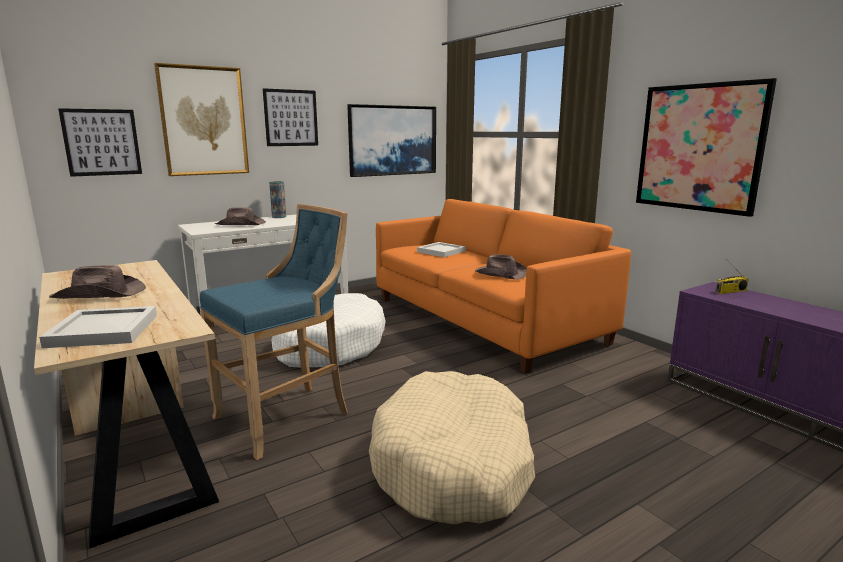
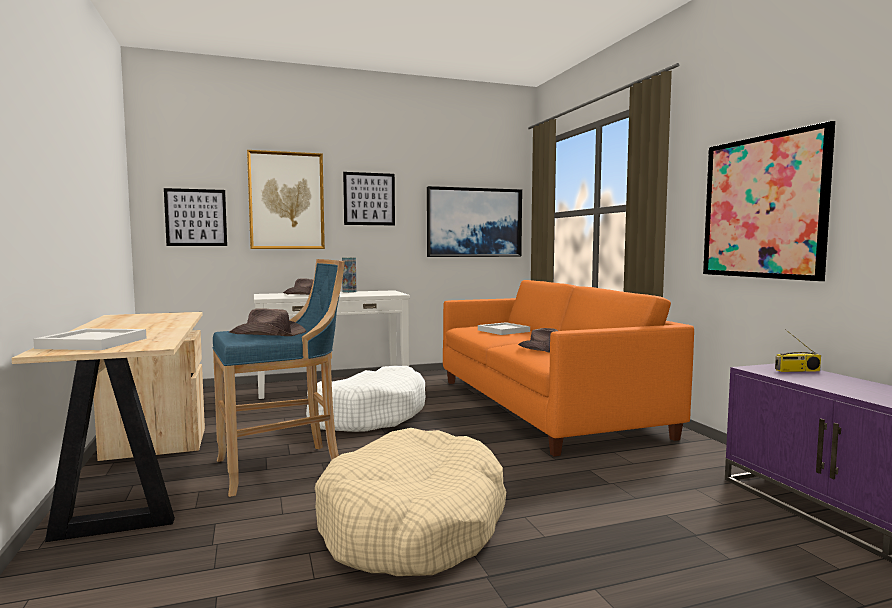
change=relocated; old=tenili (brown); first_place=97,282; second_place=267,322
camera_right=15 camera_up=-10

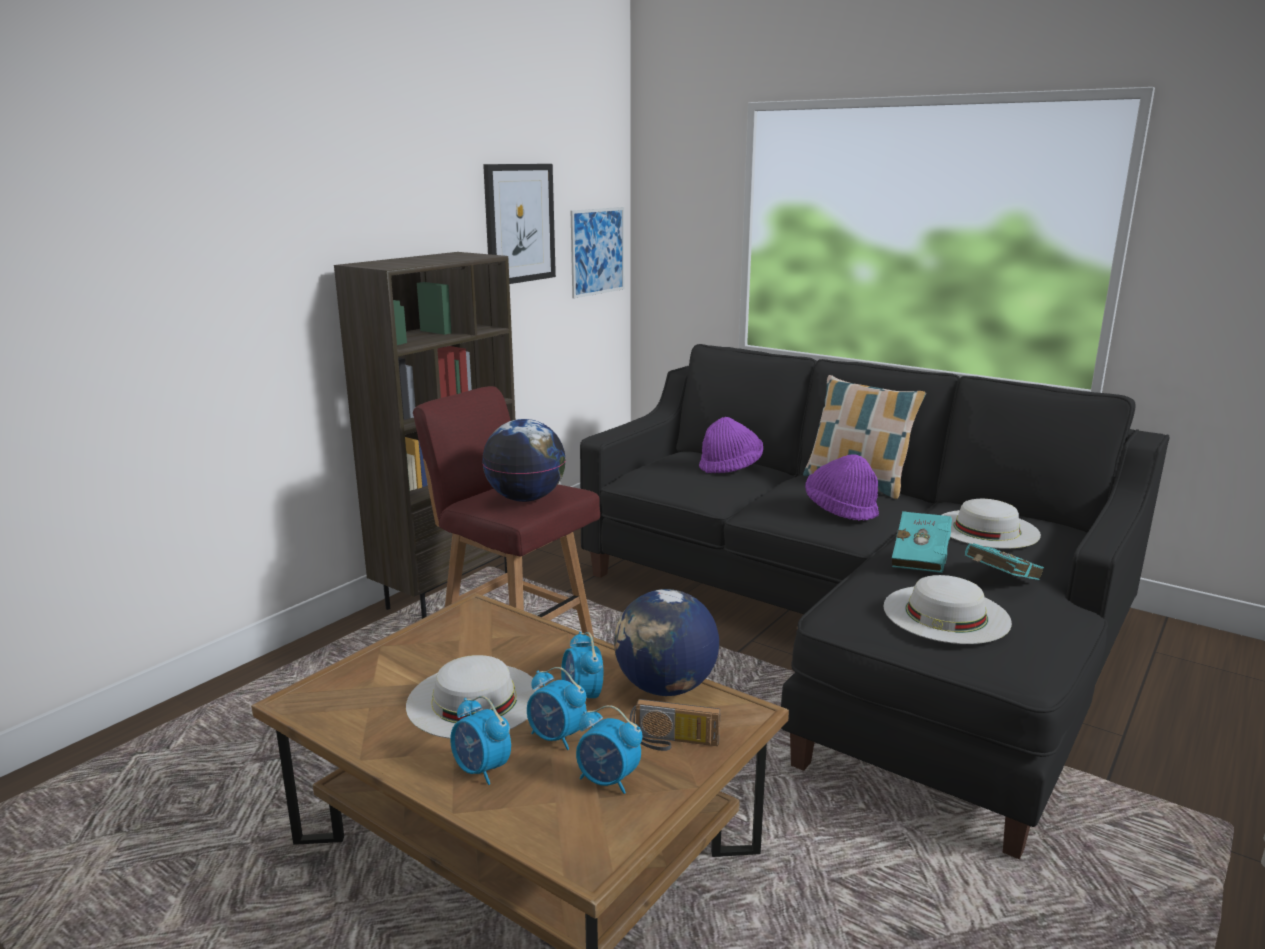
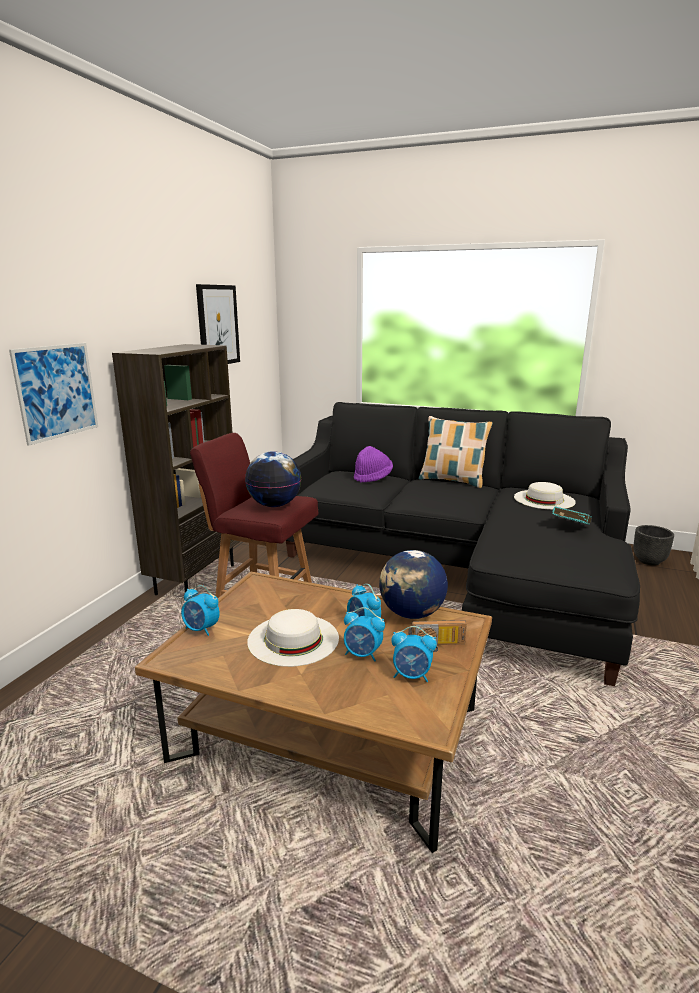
change=relocated; old=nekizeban; first_place=597,252; second_place=53,394
change=missing; old=tenili (purple); first_place=842,487
change=missing; old=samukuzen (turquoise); first_place=922,542
change=missing; old=tenili (white); first_place=948,609
change=relocated; old=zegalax; first_place=480,740; second_place=200,610
change=appeared; new=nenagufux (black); second_place=653,545
camera_right=-15 camera_up=0

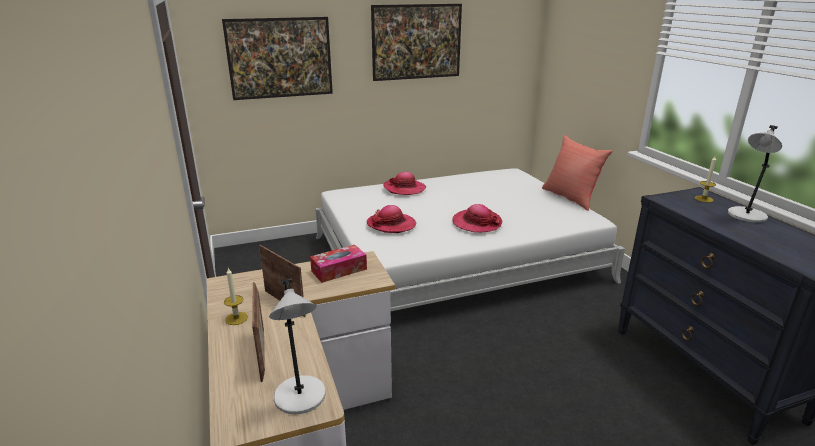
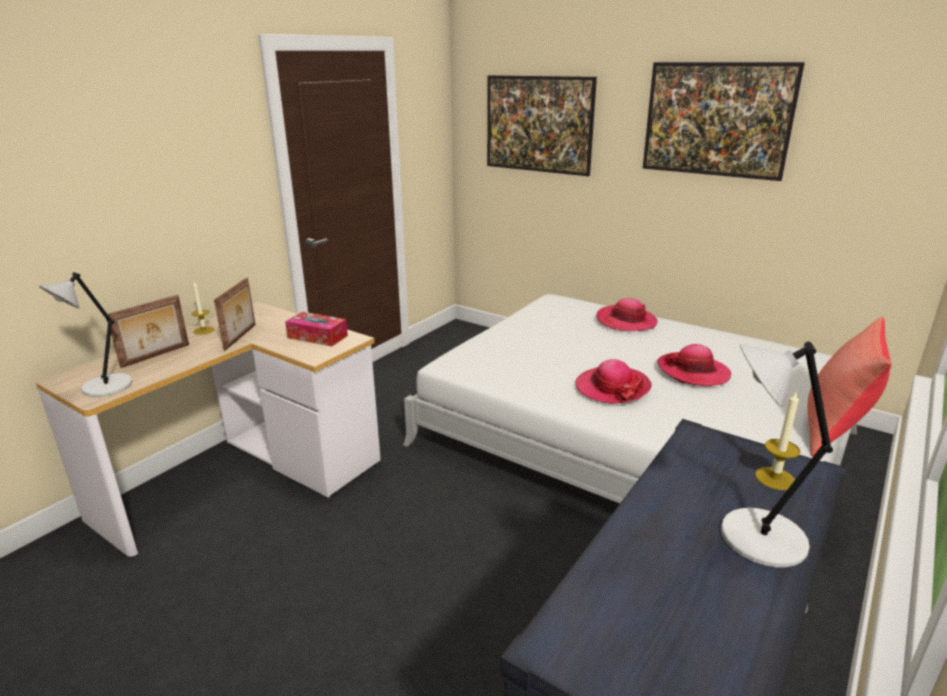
change=relocated; old=tenili; first_place=391,219; second_place=694,365
camera_right=55 camera_up=0

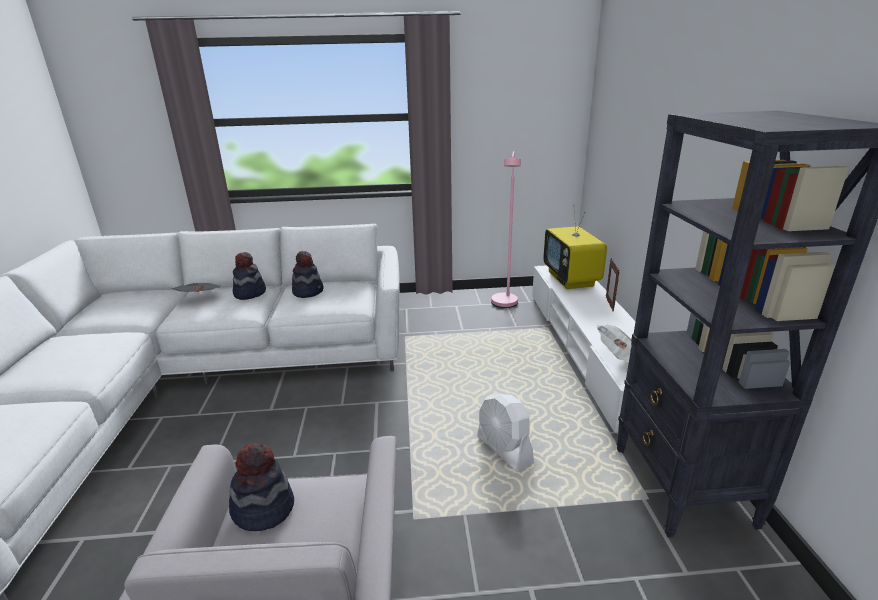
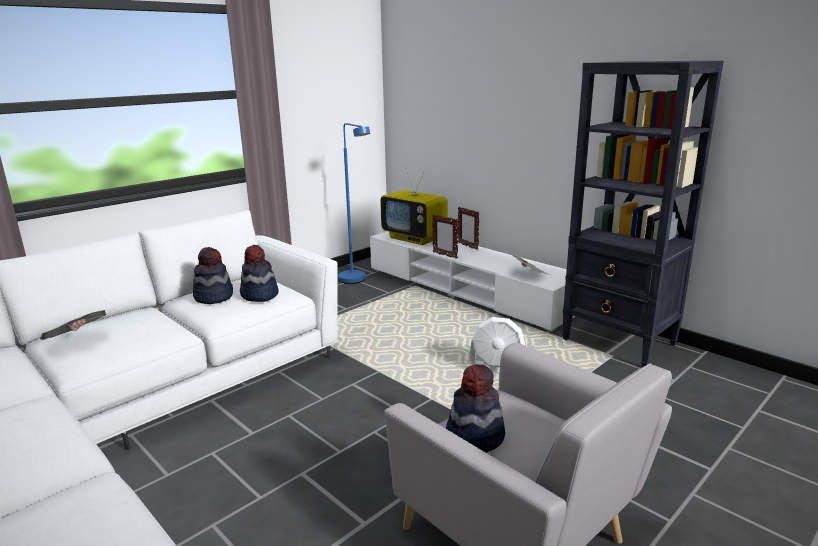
change=colour; old=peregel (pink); new=peregel (blue); first_place=506,229; second_place=354,203
change=relocated; old=tenili; first_place=249,276; second_place=259,273
change=appeared; new=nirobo; second_place=445,236
camera_right=-40 camera_up=-5

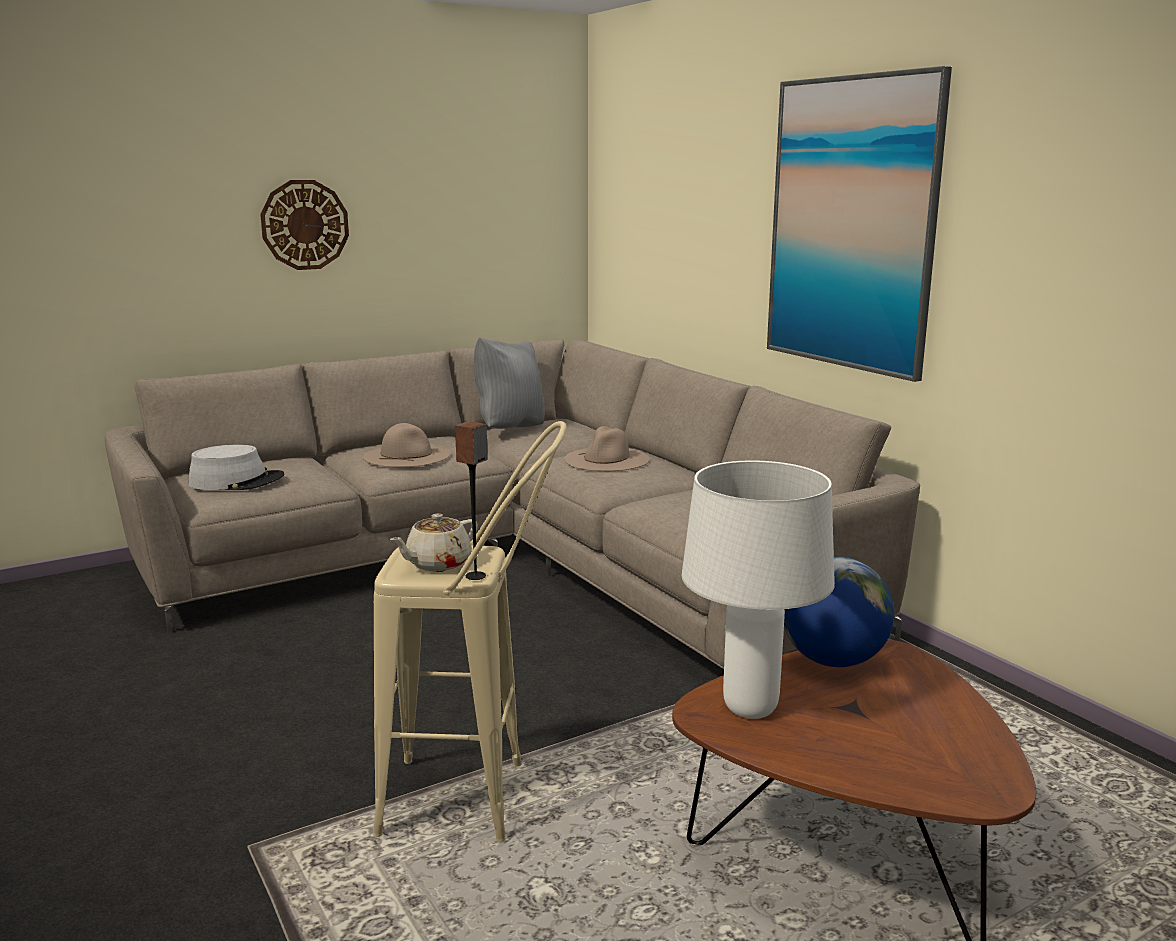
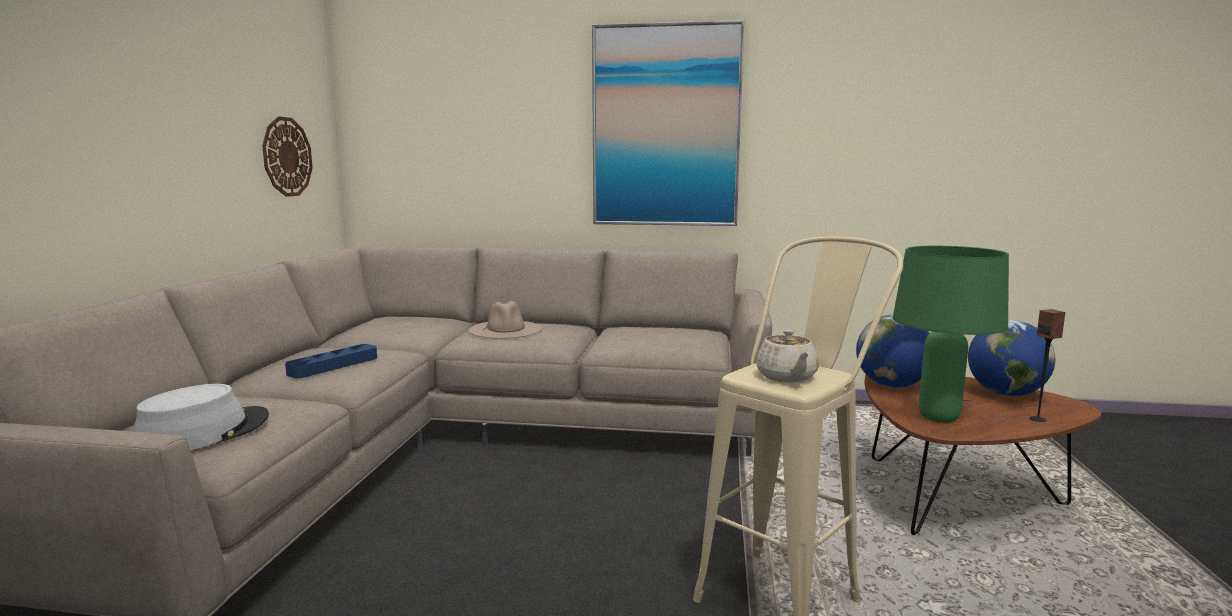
change=relocated; old=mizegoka; first_place=304,225; second_place=287,156
change=missing; old=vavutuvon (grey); first_place=509,383
change=relocated; old=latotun; first_place=471,500; second_place=1048,365
change=exchanged; old=tenili (beige); new=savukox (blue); first_place=406,445; second_place=331,361
change=colour; old=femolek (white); new=femolek (green); first_place=758,589; second_place=951,334
change=appeared; new=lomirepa; second_place=1011,358
camera_right=-50 camera_up=-5

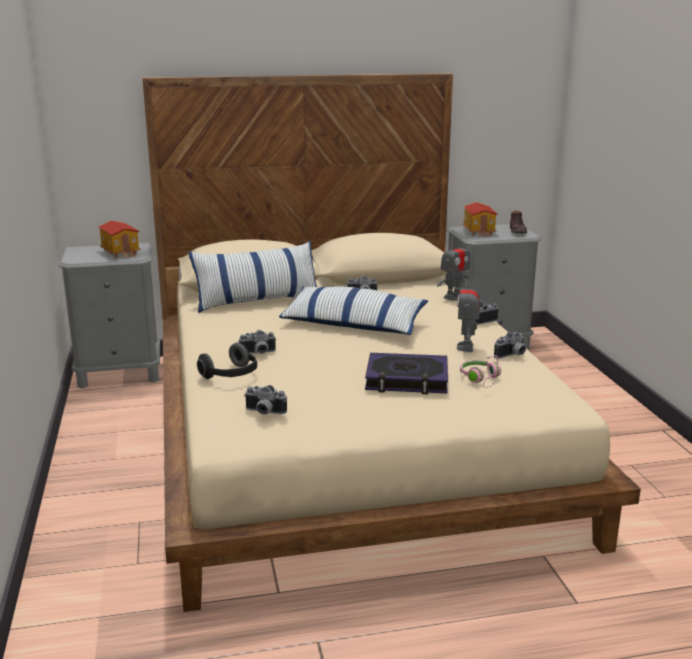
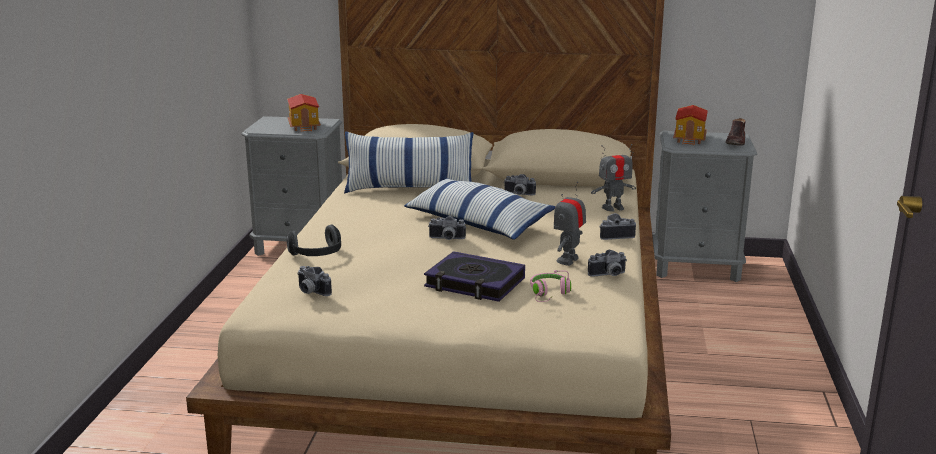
change=relocated; old=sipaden; first_place=257,342; second_place=447,228
camera_right=20 camera_up=0

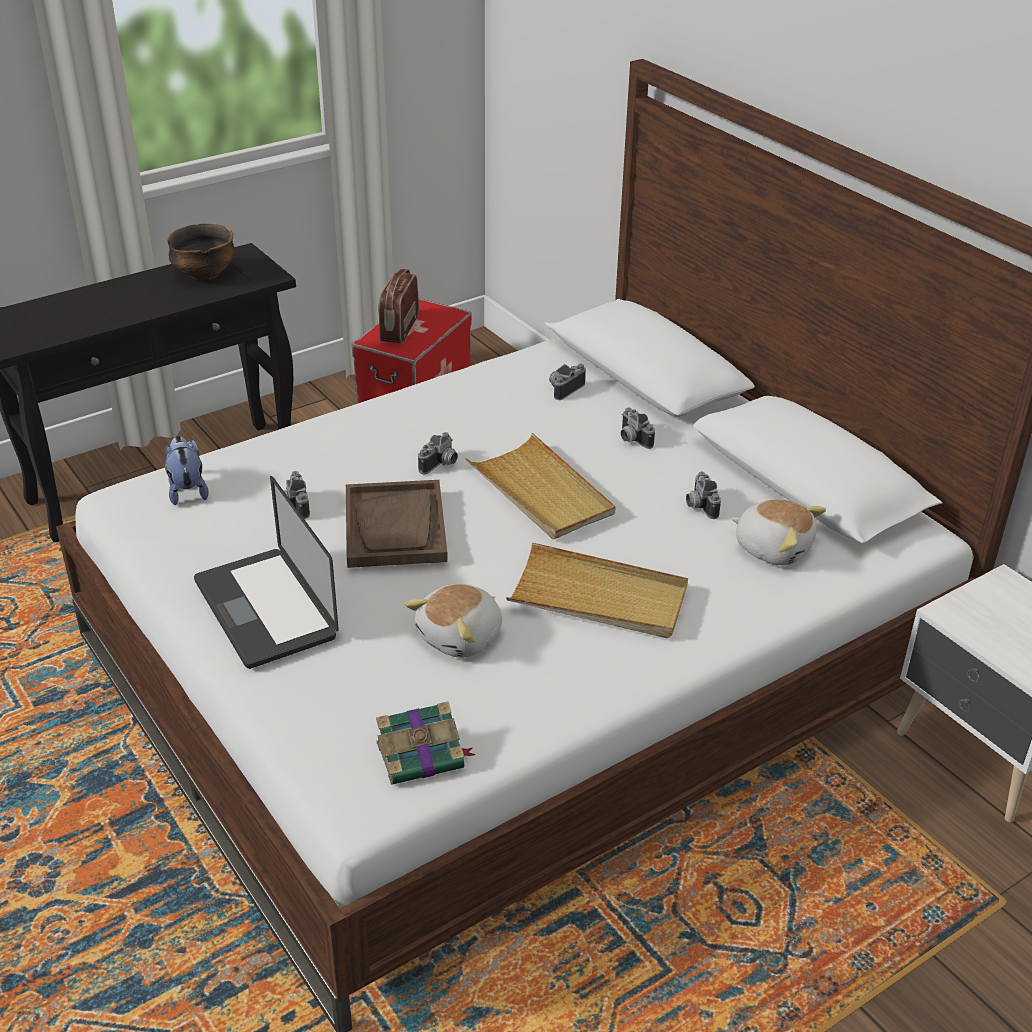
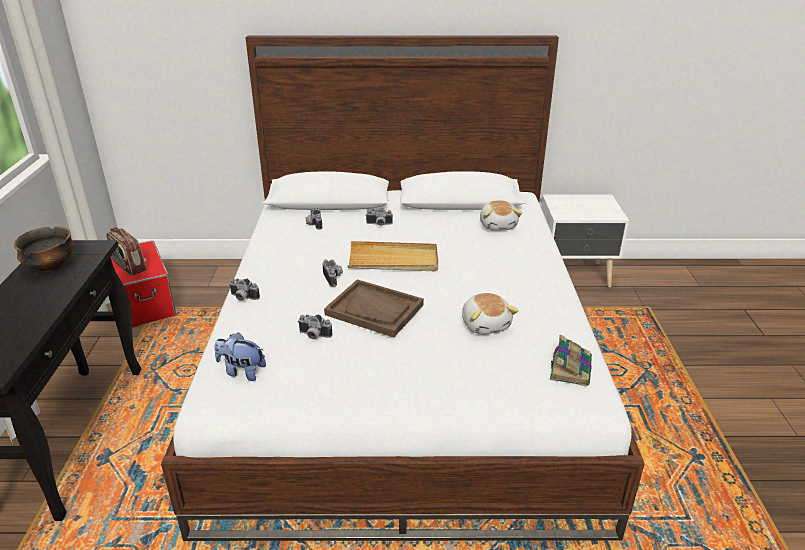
change=relocated; old=sipaden; first_place=703,495; second_place=244,289
change=missing; old=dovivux; first_place=266,572
change=spun; old=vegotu; first_place=778,532; second_place=501,215; degrees=105
change=missing; old=savukox (beige); first_place=597,590
camera_right=-55 camera_up=-5

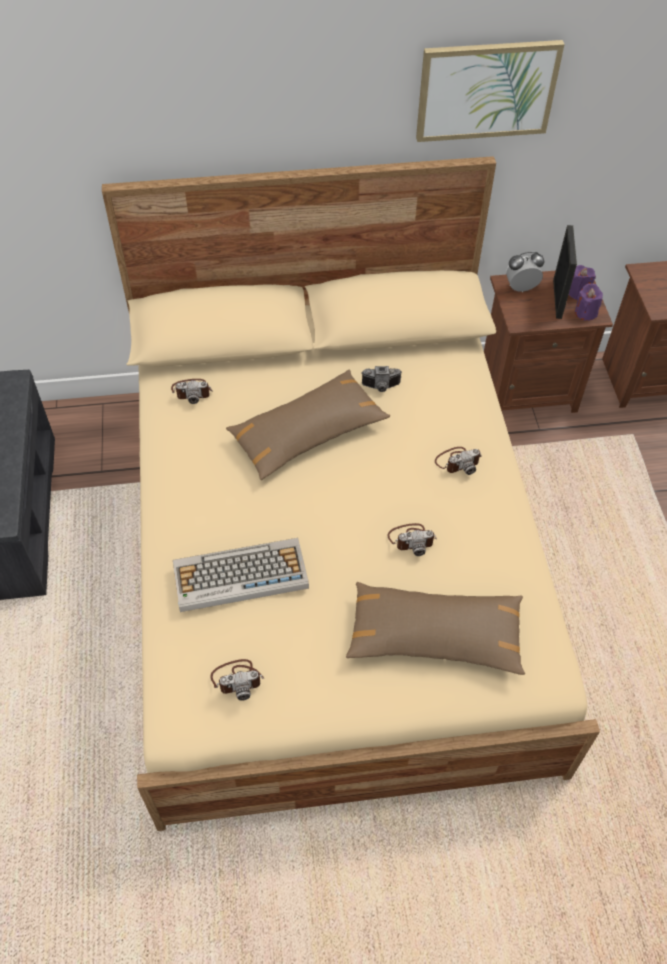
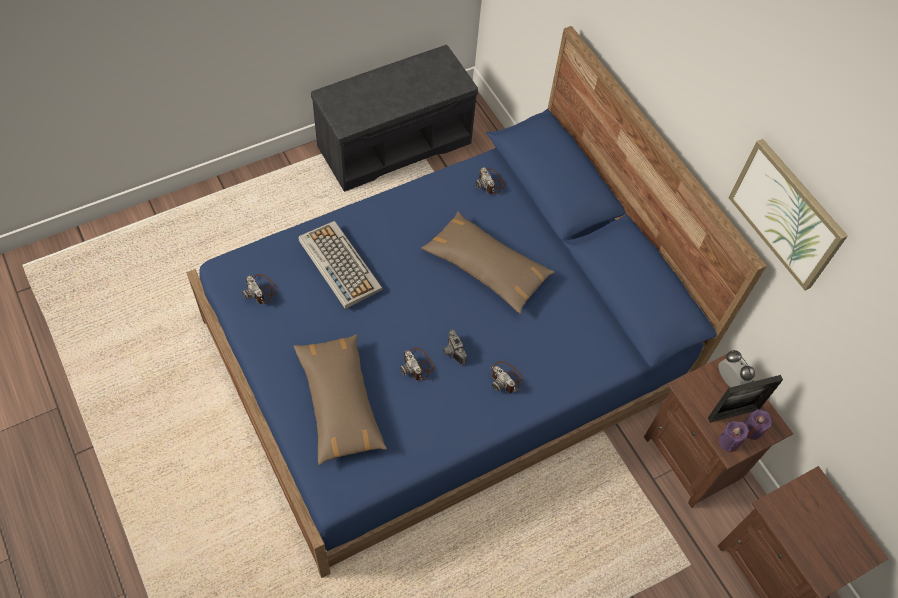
change=colour; old=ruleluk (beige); new=ruleluk (blue); first_place=351,493; second_place=477,302
change=relocated; old=sipaden; first_place=382,379; second_place=455,347
camera_right=65 camera_up=5

